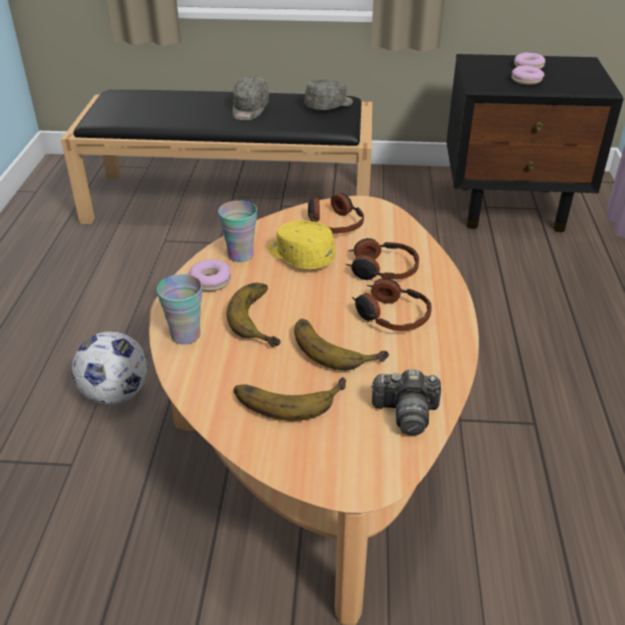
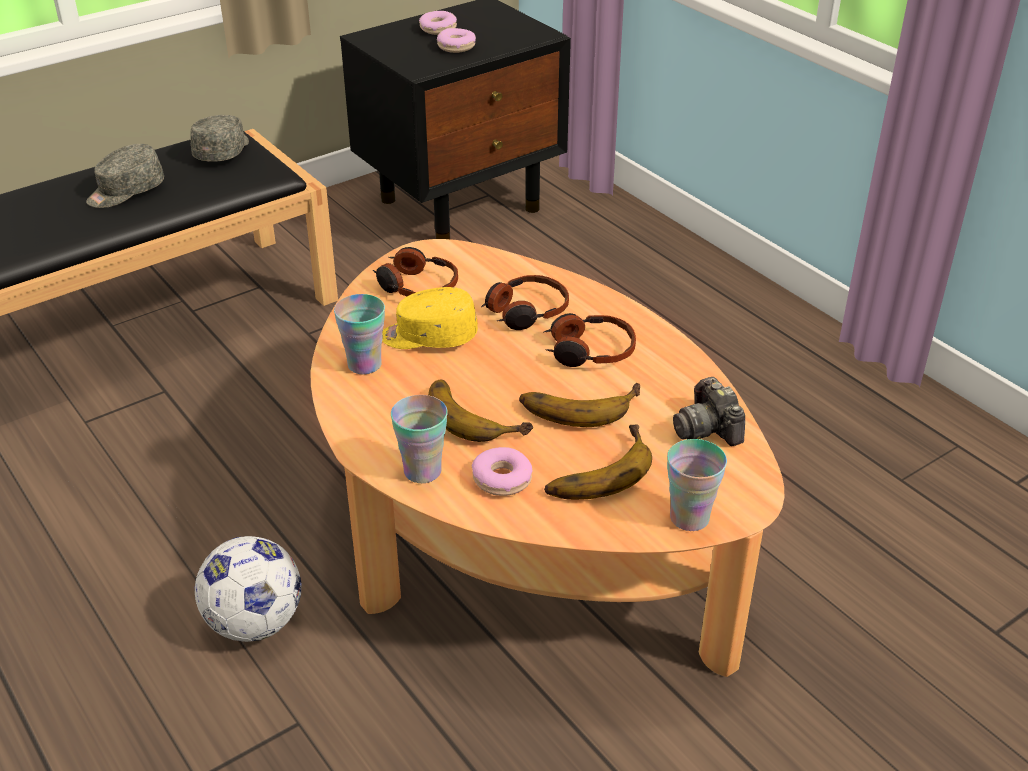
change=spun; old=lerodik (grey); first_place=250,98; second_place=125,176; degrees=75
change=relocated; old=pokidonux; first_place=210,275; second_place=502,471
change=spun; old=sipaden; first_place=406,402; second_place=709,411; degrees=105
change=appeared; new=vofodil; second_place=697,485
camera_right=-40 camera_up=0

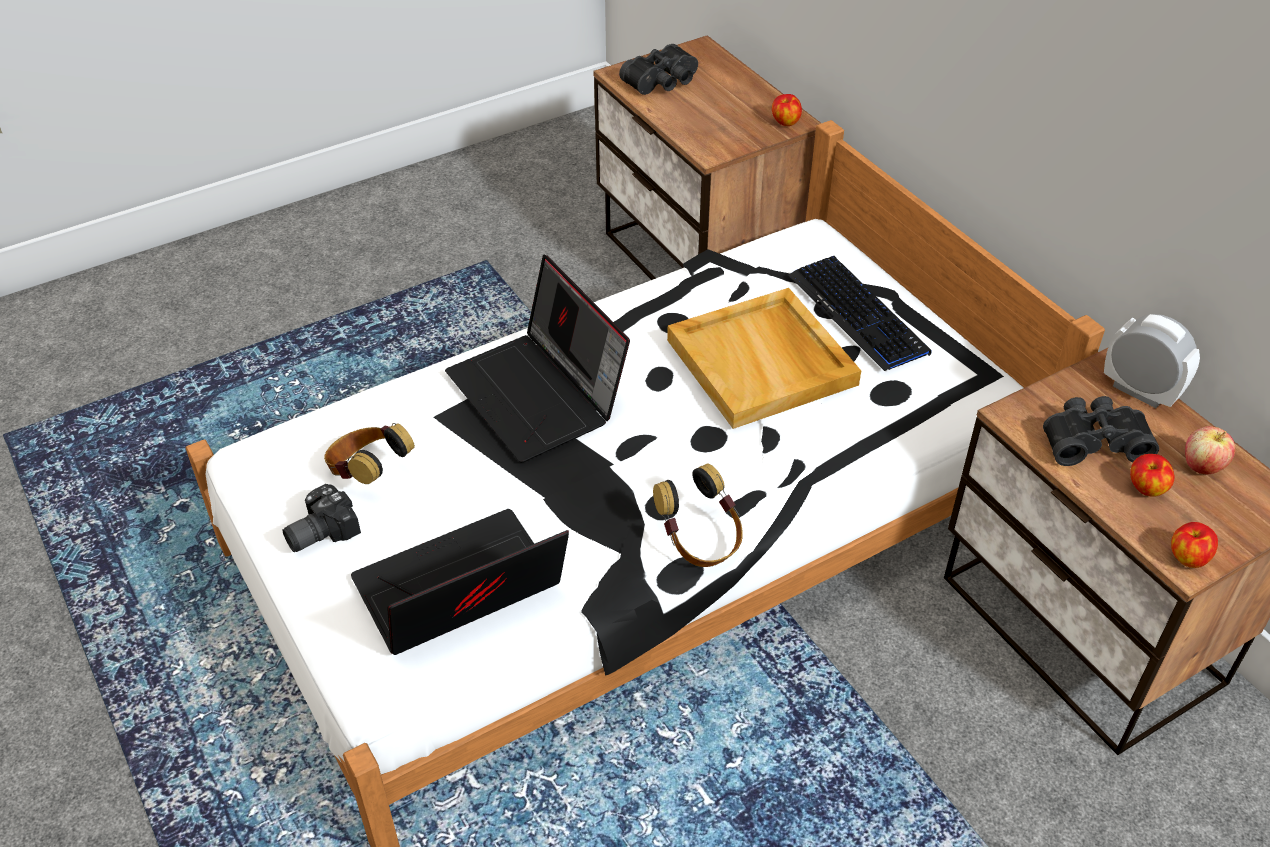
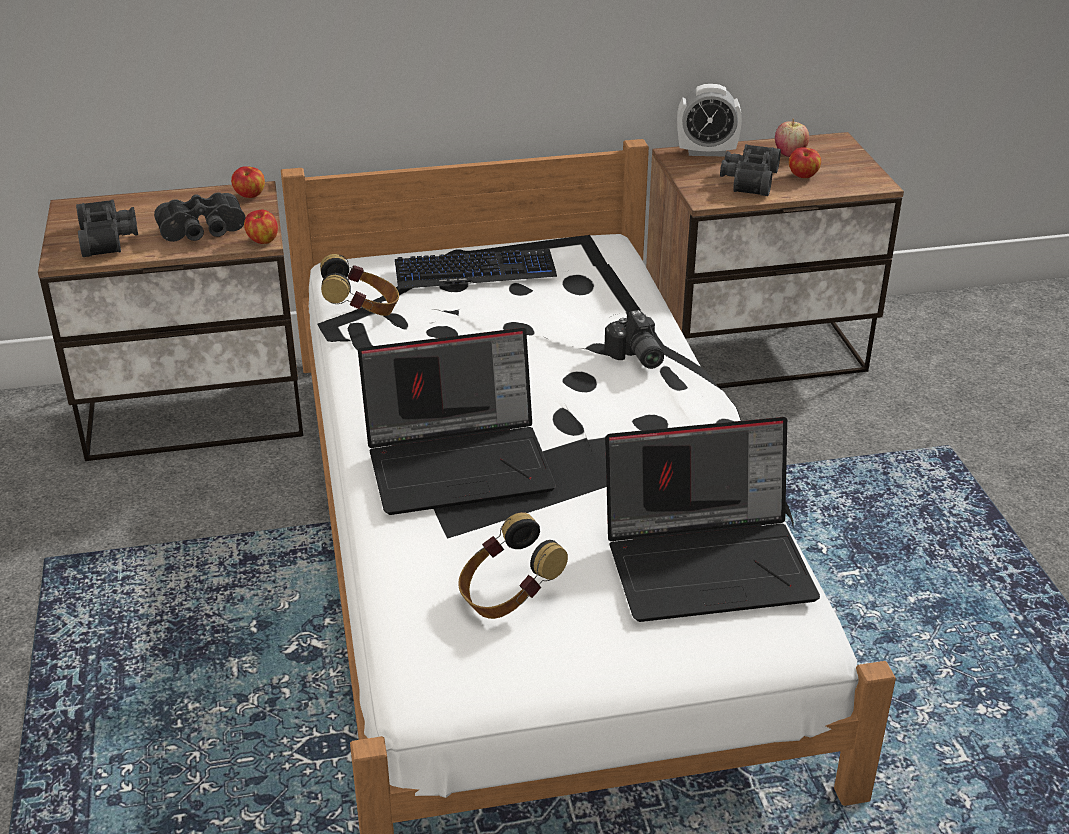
change=missing; old=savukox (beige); first_place=764,358
change=spun; old=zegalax; first_place=1152,361; second_place=709,120; degrees=-150
change=relocated; old=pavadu; first_place=698,515; second_place=359,285
change=relocated; old=sipaden; first_place=321,518; second_place=634,339
change=spun; old=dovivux; first_place=460,582; second_place=712,519; degrees=-90
change=relocated; old=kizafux; first_place=1194,545; second_place=261,227
change=appeared; new=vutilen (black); second_place=200,217
camera_right=-70 camera_up=-10

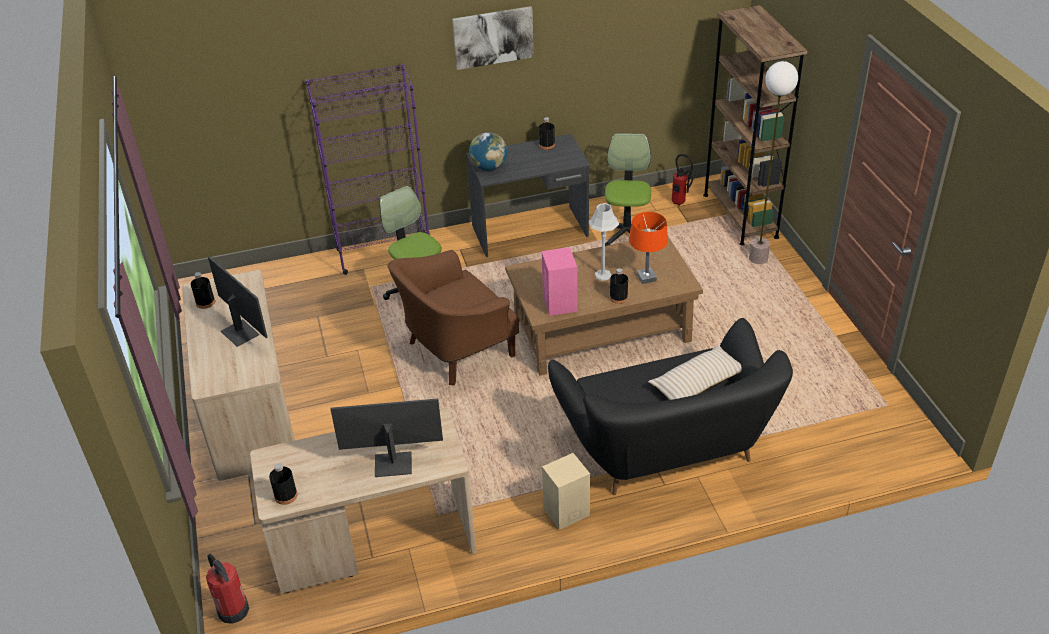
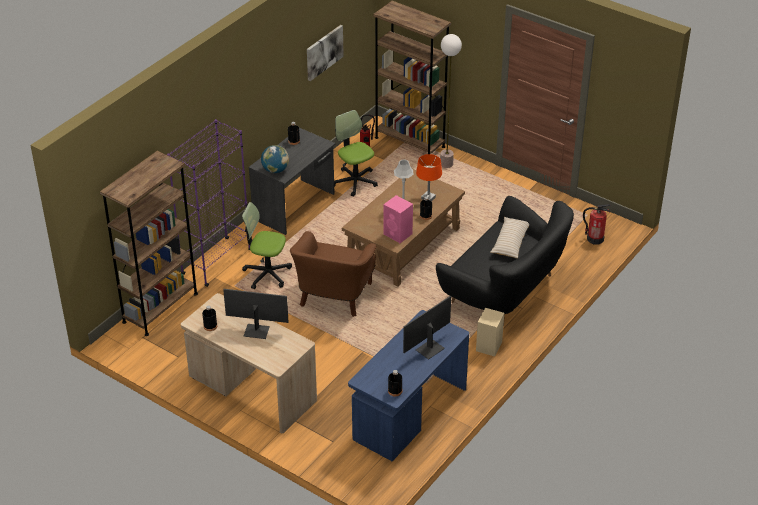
change=relocated; old=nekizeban; first_place=493,38; second_place=325,53
change=colour; old=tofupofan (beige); new=tofupofan (blue); first_place=363,500; second_place=408,385
change=relocated; old=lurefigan; first_place=227,589; second_place=597,224
change=appeared; new=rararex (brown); second_place=149,243
camera_right=-40 camera_up=0

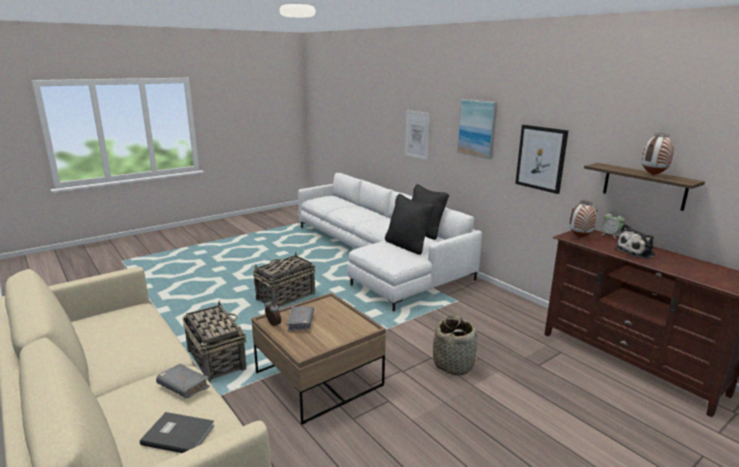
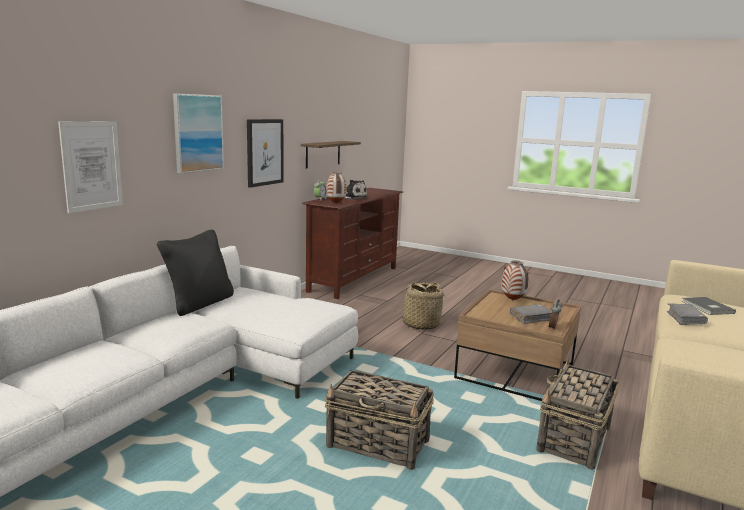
change=relocated; old=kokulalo; first_place=658,154; second_place=515,280
change=missing; old=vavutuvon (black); first_place=410,224
camera_right=-115 camera_up=-5

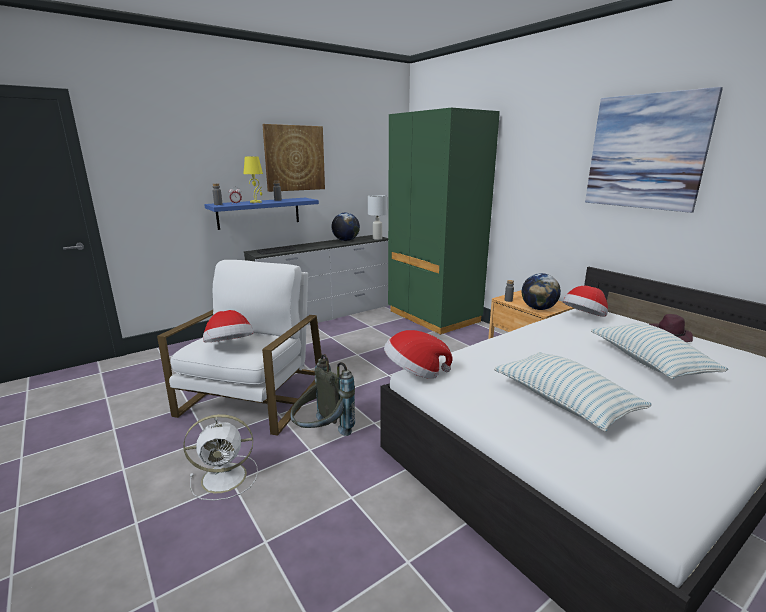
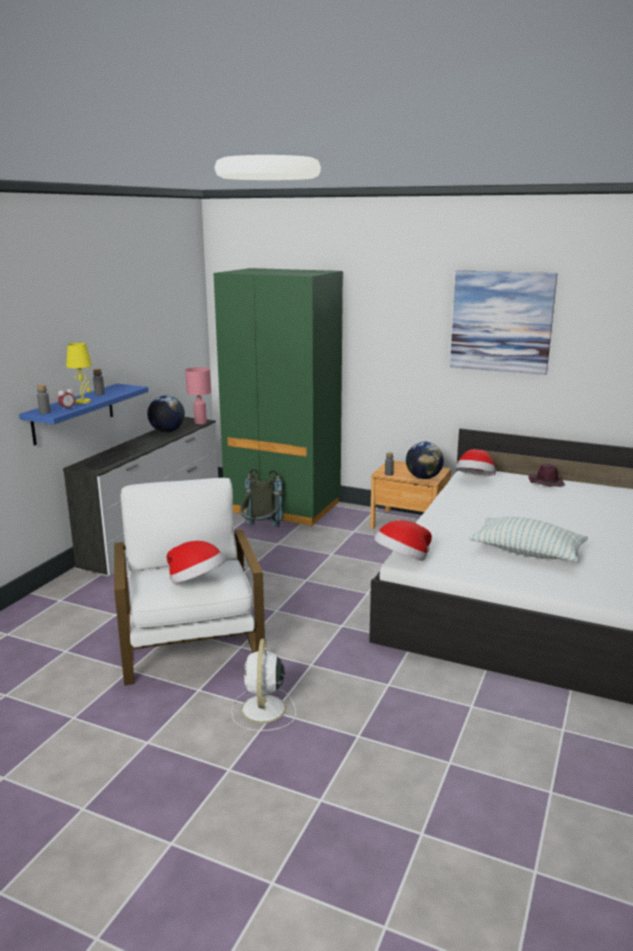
change=missing; old=nekizeban; first_place=293,158
change=colour; old=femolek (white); new=femolek (pink); first_place=377,217; second_place=198,395
change=missing; old=vavutuvon; first_place=659,351
change=relocated; old=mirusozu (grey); first_place=323,395; second_place=262,498
change=spun; old=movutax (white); first_place=220,457; second_place=263,685; degrees=135
camera_right=-30 camera_up=0

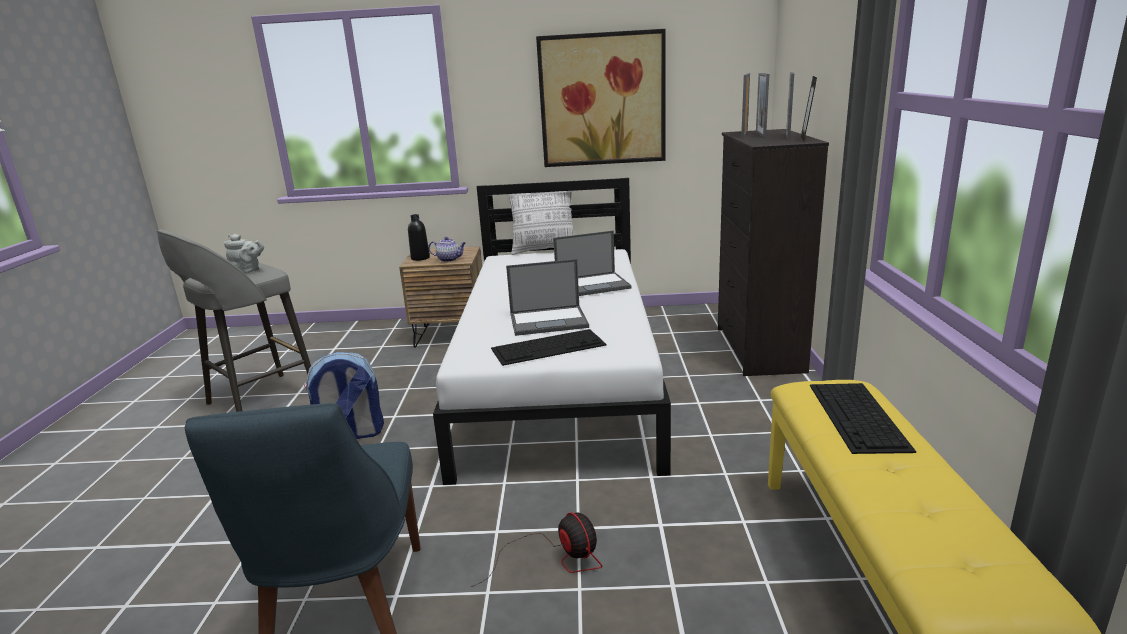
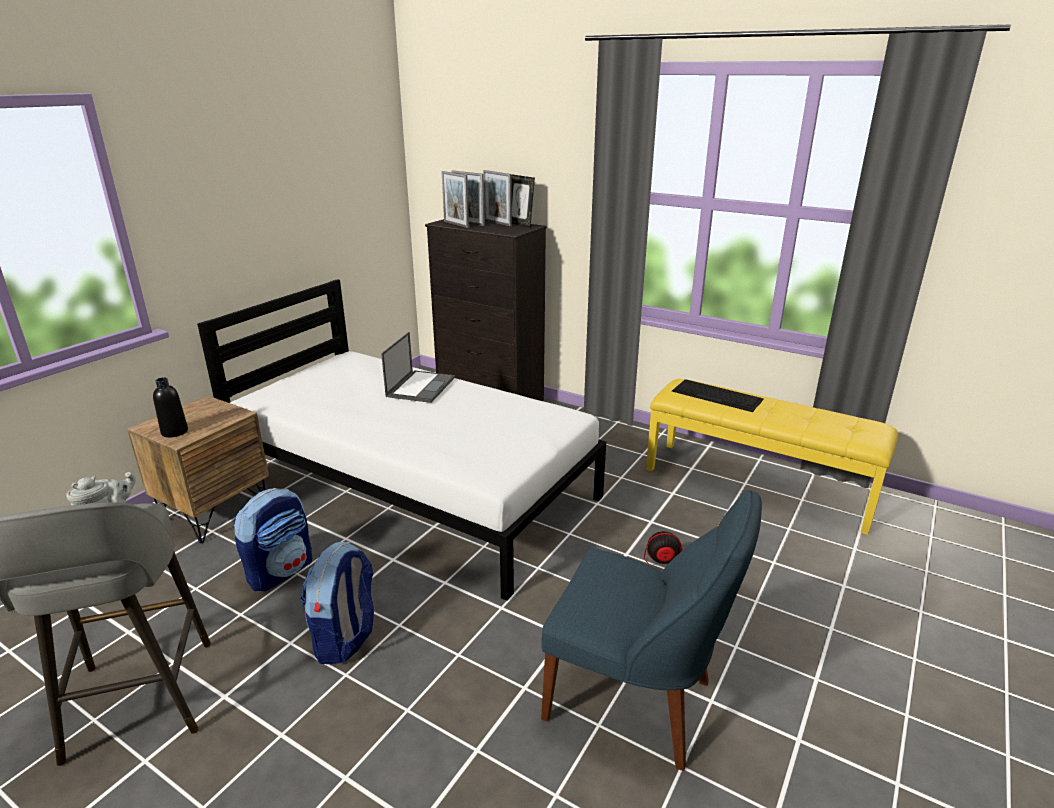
change=missing; old=nekizeban; first_place=601,98
change=missing; old=vavutuvon; first_place=540,223
change=missing; old=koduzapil; first_place=447,249
change=missing; old=dovivux; first_place=547,297
change=missing; old=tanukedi; first_place=549,347
change=appeared; new=mirusozu; second_place=273,539
camera_right=-60 camera_up=5

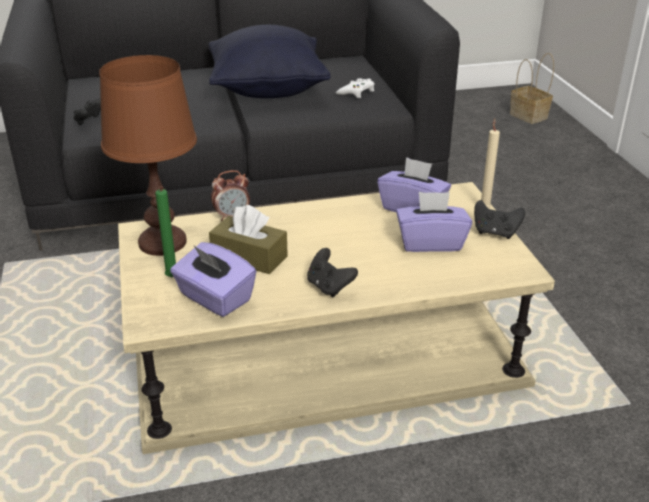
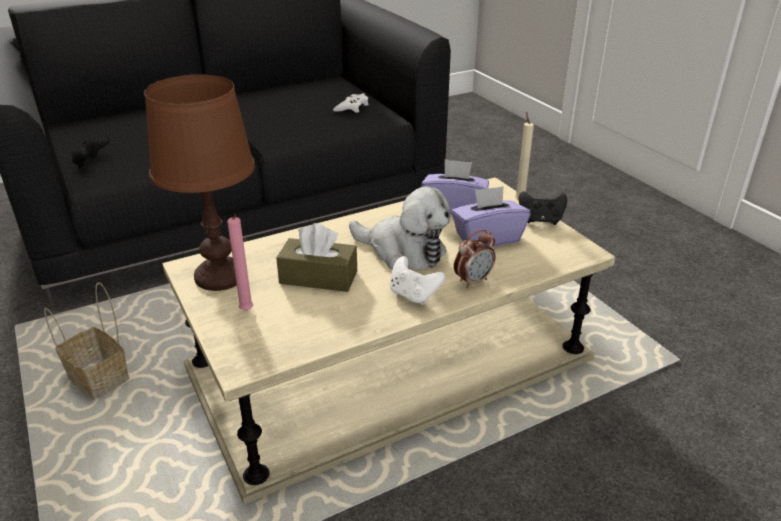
change=missing; old=vavutuvon (black); first_place=269,61
change=relocated; old=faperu; first_place=532,88; second_place=86,340
change=relocated; old=zegalax; first_place=230,195; second_place=474,258
change=colour; old=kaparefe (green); new=kaparefe (pink); first_place=165,232; second_place=240,262
change=missing; old=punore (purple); first_place=213,279
change=colour; old=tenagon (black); new=tenagon (white); first_place=332,272; second_place=417,280
change=appeared; new=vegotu; second_place=399,228
camera_right=-15 camera_up=0

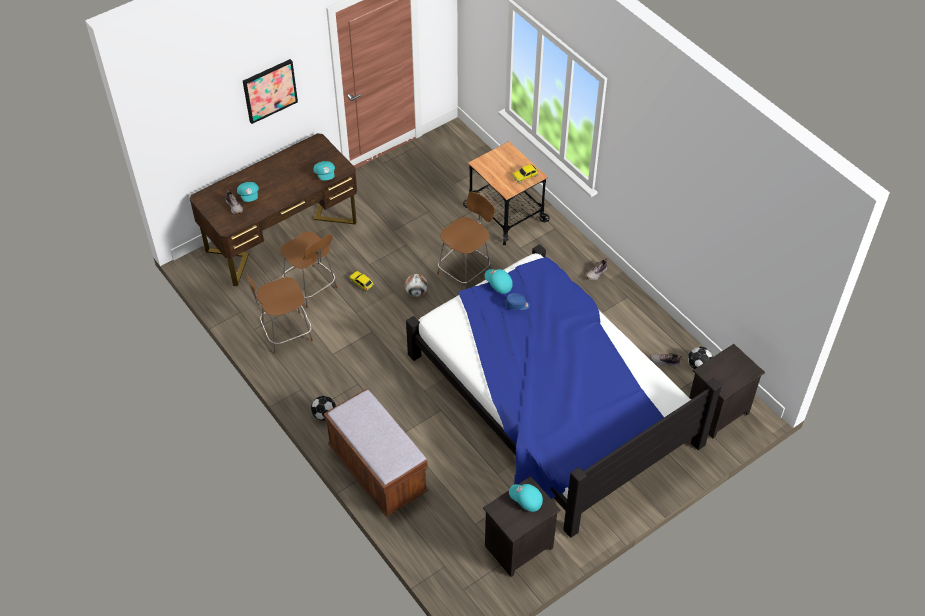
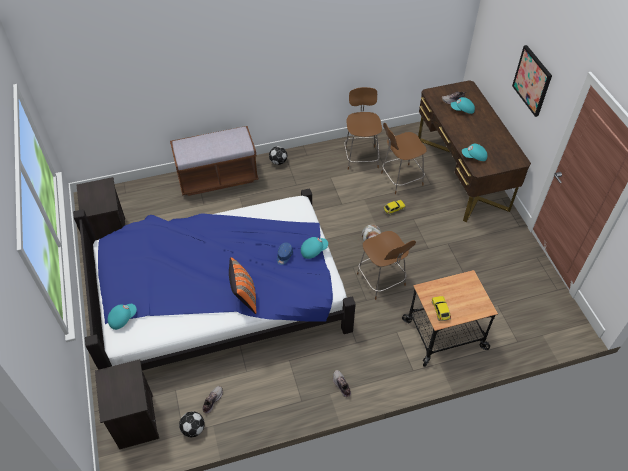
change=relocated; old=lerodik (turquoise); first_place=526,498; second_place=122,317
change=appeared; new=vavutuvon (orange); second_place=242,285
camera_right=110 camera_up=0

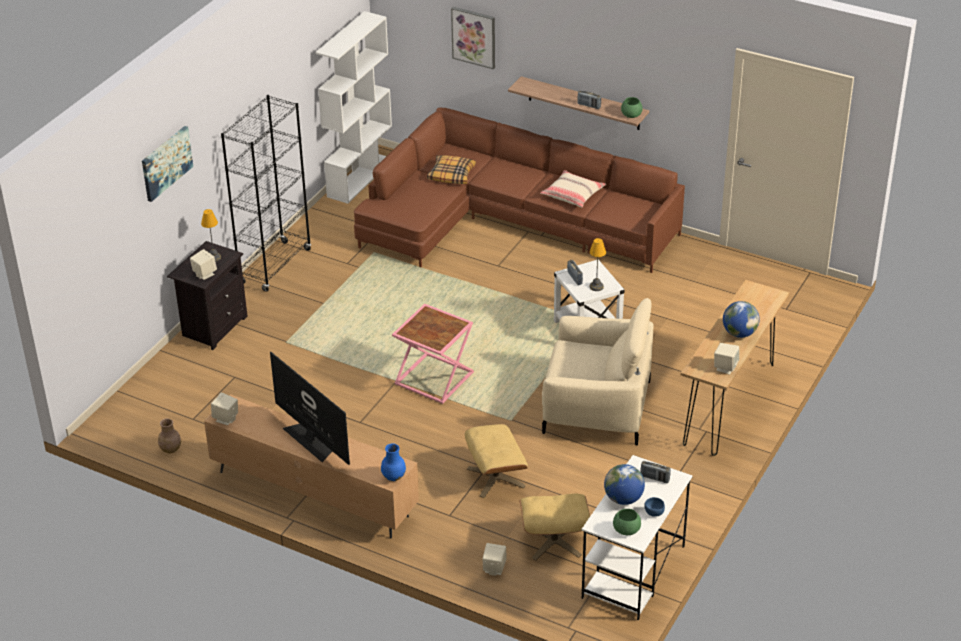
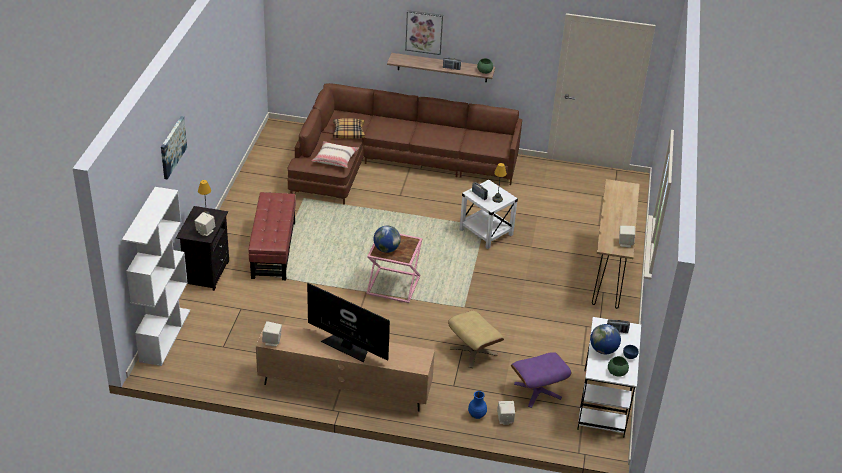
change=relocated; old=nekizeban; first_place=473,38; second_place=424,32
change=relocated; old=rararex (white); first_place=353,107; second_place=156,276
change=missing; old=rararex (black); first_place=266,193
change=relocated; old=vavutuvon (beige); first_place=573,189; second_place=335,154
change=missing; old=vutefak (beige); first_place=598,372
change=relocated; old=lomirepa; first_place=741,319; second_place=387,239
change=missing; old=kokulalo (brown); first_place=169,435
change=relocated; old=kokulalo (blue); first_place=393,462; second_place=477,405
change=colour; old=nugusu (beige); new=nugusu (purple); first_place=554,527; second_place=541,380
change=appeared; new=nugusu (red); second_place=272,236
camera_right=-20 camera_up=0

